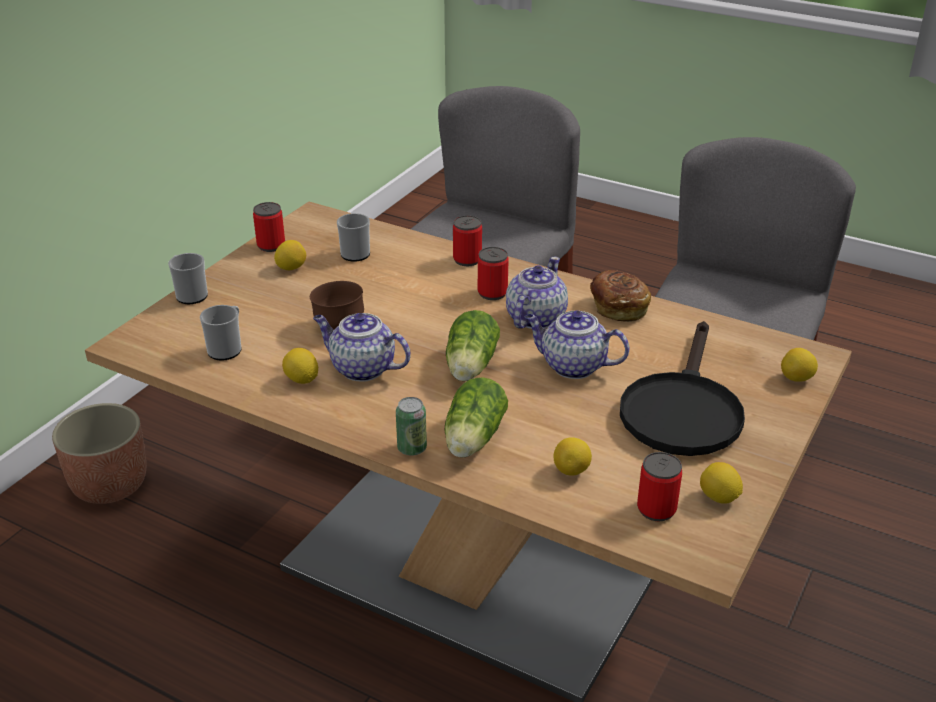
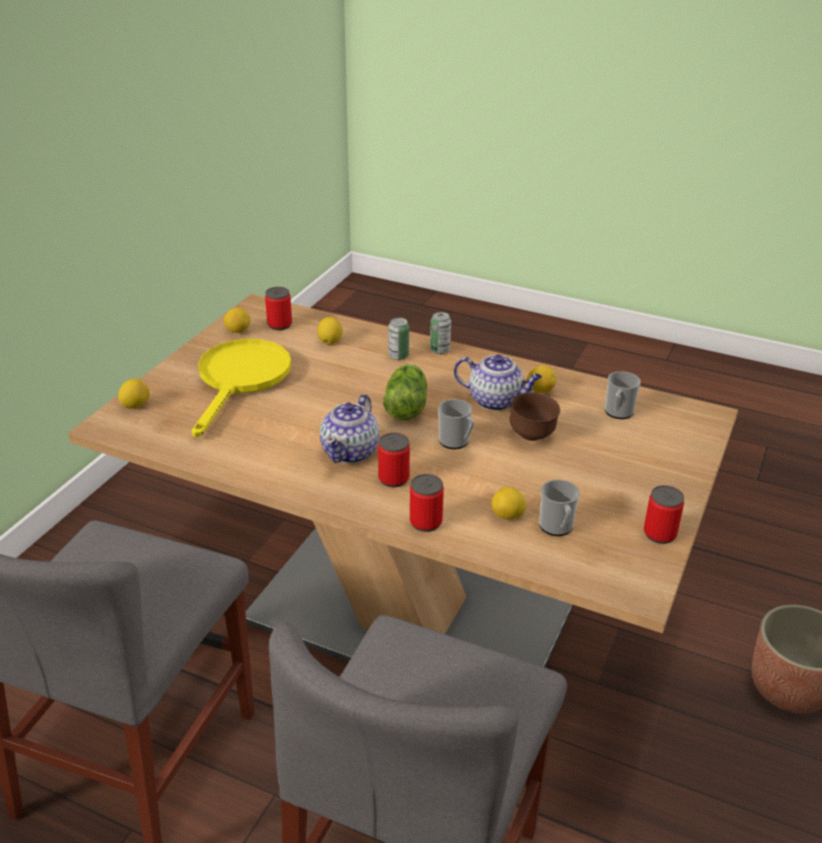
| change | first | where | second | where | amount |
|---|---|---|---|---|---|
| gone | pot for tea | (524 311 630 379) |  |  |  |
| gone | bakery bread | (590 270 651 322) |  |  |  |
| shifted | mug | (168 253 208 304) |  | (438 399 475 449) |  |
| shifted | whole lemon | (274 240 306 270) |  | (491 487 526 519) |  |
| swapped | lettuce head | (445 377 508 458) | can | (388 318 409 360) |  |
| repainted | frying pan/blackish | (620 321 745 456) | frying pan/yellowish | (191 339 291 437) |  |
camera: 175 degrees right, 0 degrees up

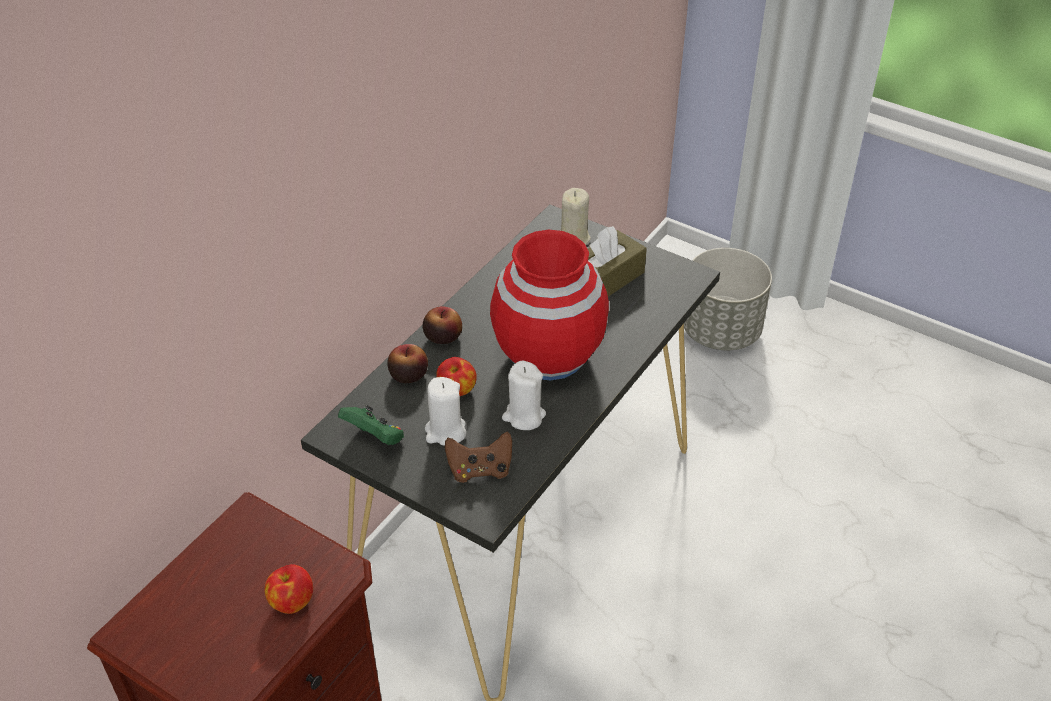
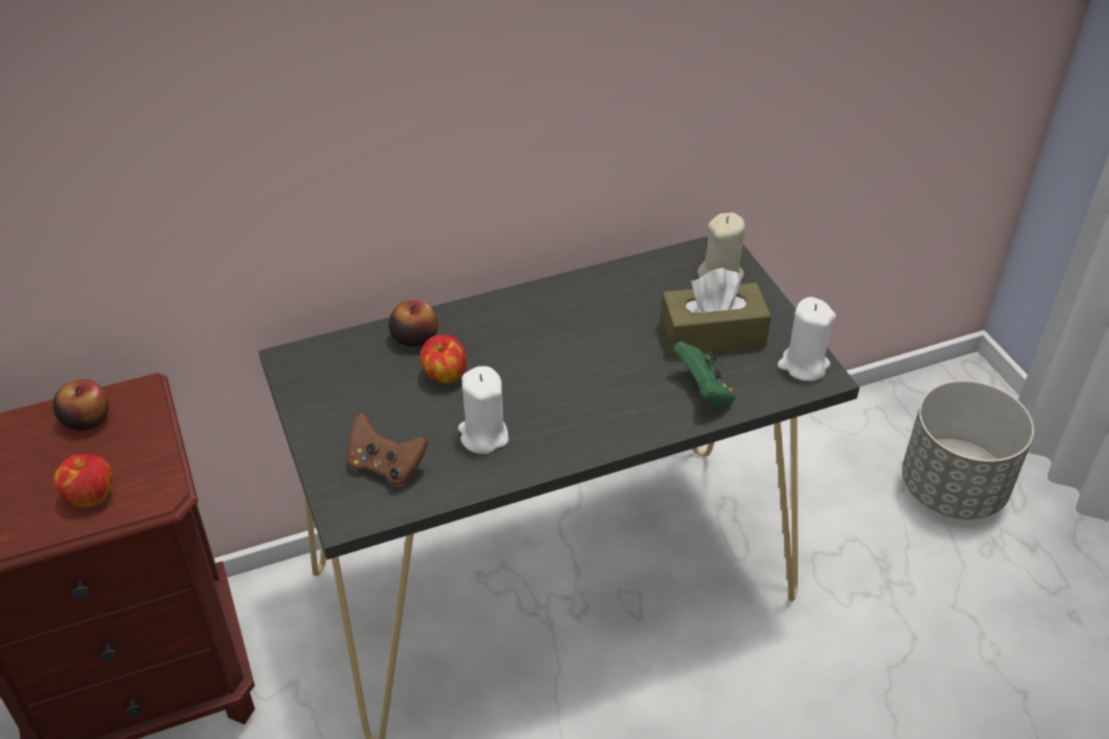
| change | first | where | second | where | amount |
|---|---|---|---|---|---|
| gone | vase/red | (490 230 609 381) |  |  |  |
| shifted | joypad/greenish | (338 405 404 445) |  | (673 341 735 407) |  |
| shifted | apple fruit | (423 306 462 344) |  | (53 379 109 431) |  |
| shifted | wax candle/white | (425 377 466 446) |  | (778 297 836 381) |  |
camera: 35 degrees right, 0 degrees up

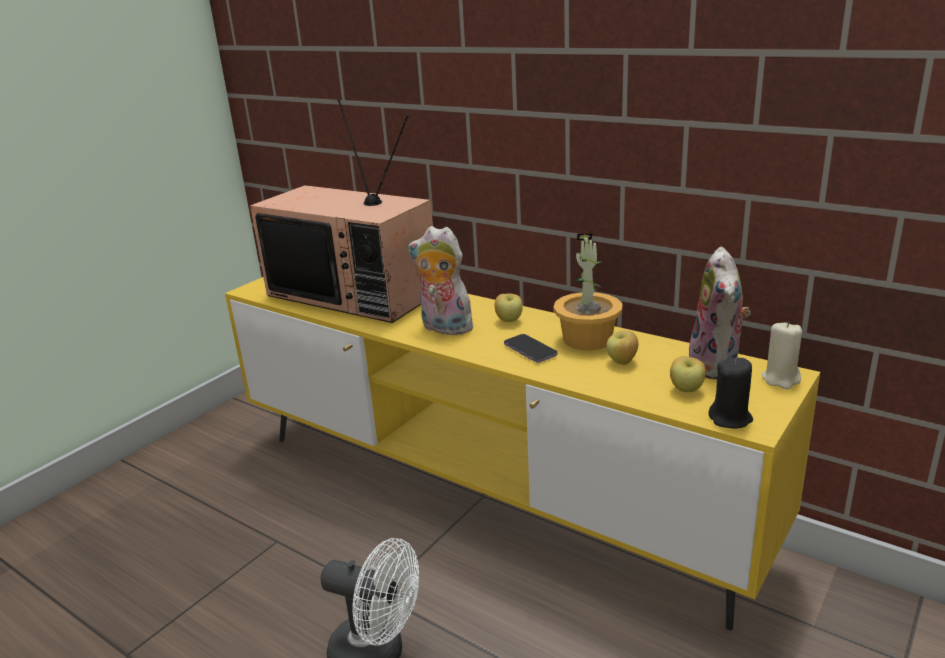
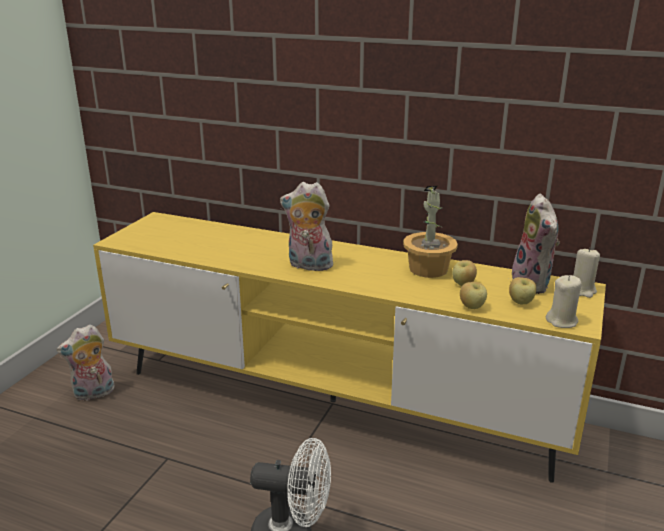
| change | first | where | second | where | amount |
|---|---|---|---|---|---|
| gone | TV | (250 99 433 323) |  |  |  |
| gone | handset | (504 334 558 363) |  |  |  |
| new |  |  | soft toy | (57 324 115 401) |  |
| shifted | apple fruit | (495 293 523 322) |  | (460 282 487 309) |  |
| repainted | wax candle/blackish | (708 357 753 428) | wax candle/beige | (546 275 581 328) |  |
camera: 15 degrees left, 0 degrees up

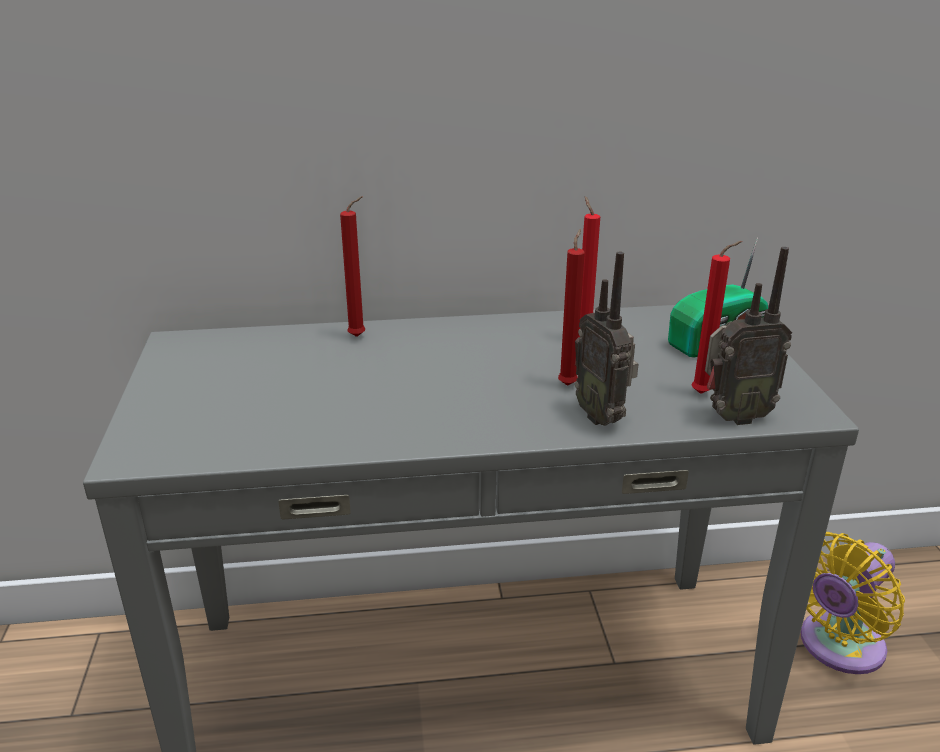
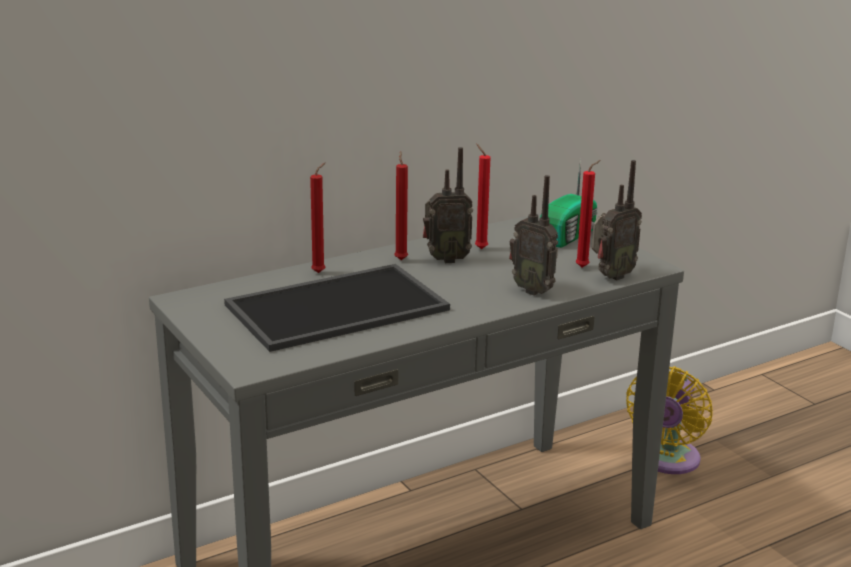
| change | first | where | second | where | amount |
|---|---|---|---|---|---|
| new |  |  | serving tray | (224 264 450 352) |  |
| new |  |  | radio | (423 147 473 263) |  |
| shifted | wax candle/red | (558 229 585 386) |  | (394 151 408 260) |  |
camera: 25 degrees left, 5 degrees down

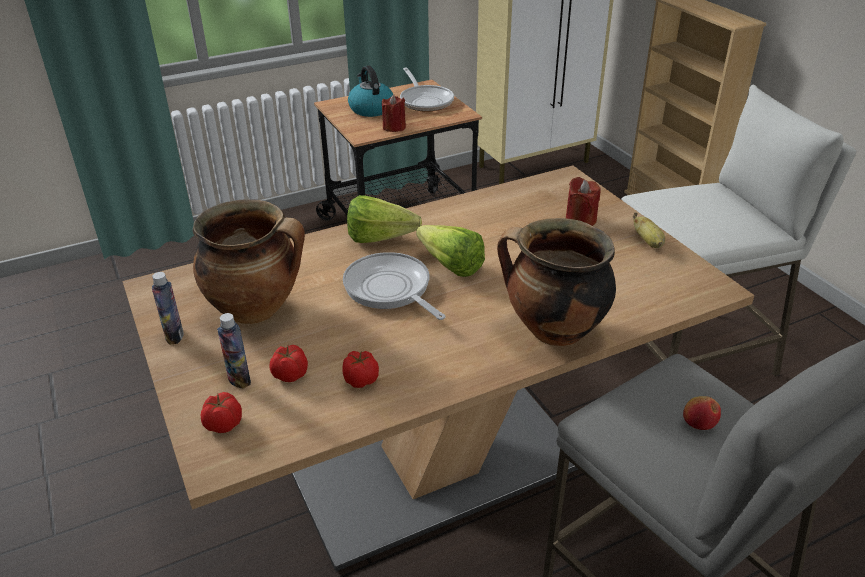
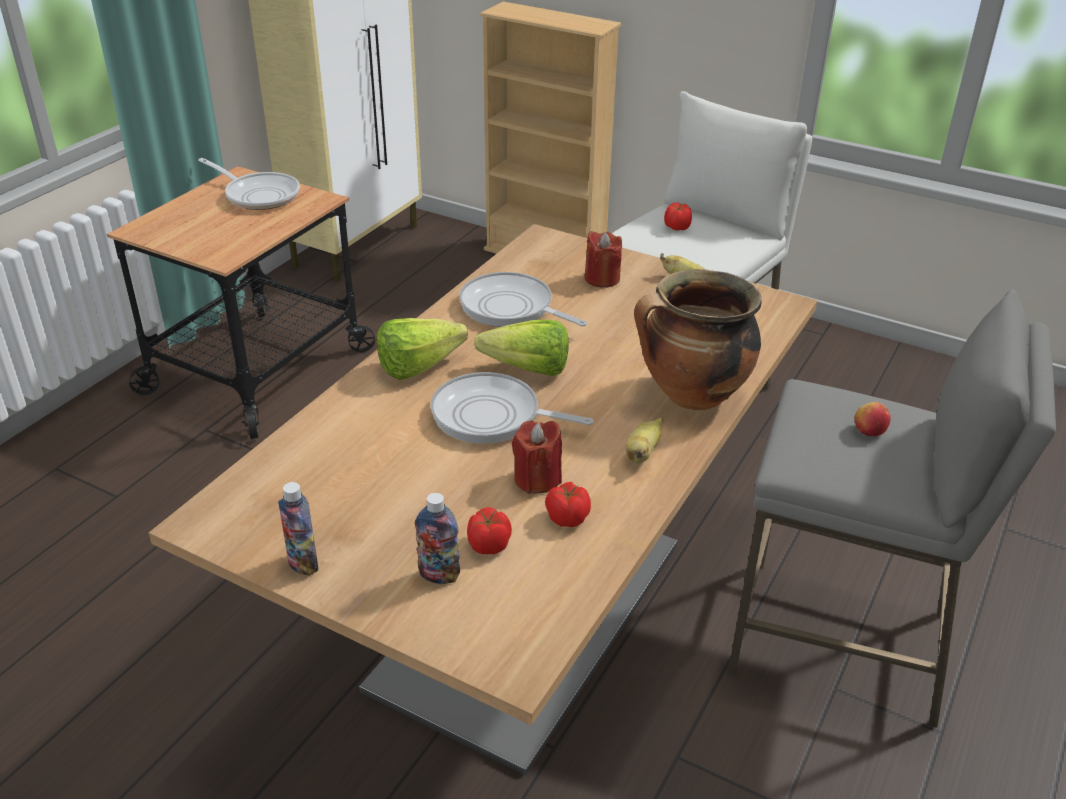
| change | first | where | second | where | amount |
|---|---|---|---|---|---|
| gone | cooking pot | (193 199 305 324) |  |  |  |
| gone | water kettle | (348 65 393 117) |  |  |  |
| new |  |  | frying pan | (459 272 587 327) |  |
| new |  |  | whole banana | (626 418 663 463) |  |
| shifted | fresh tomato | (200 392 242 433) |  | (664 202 692 231) |  |
| shifted | wax candle/red | (382 95 406 132) |  | (512 421 562 494) |  |
camera: 35 degrees left, 0 degrees up

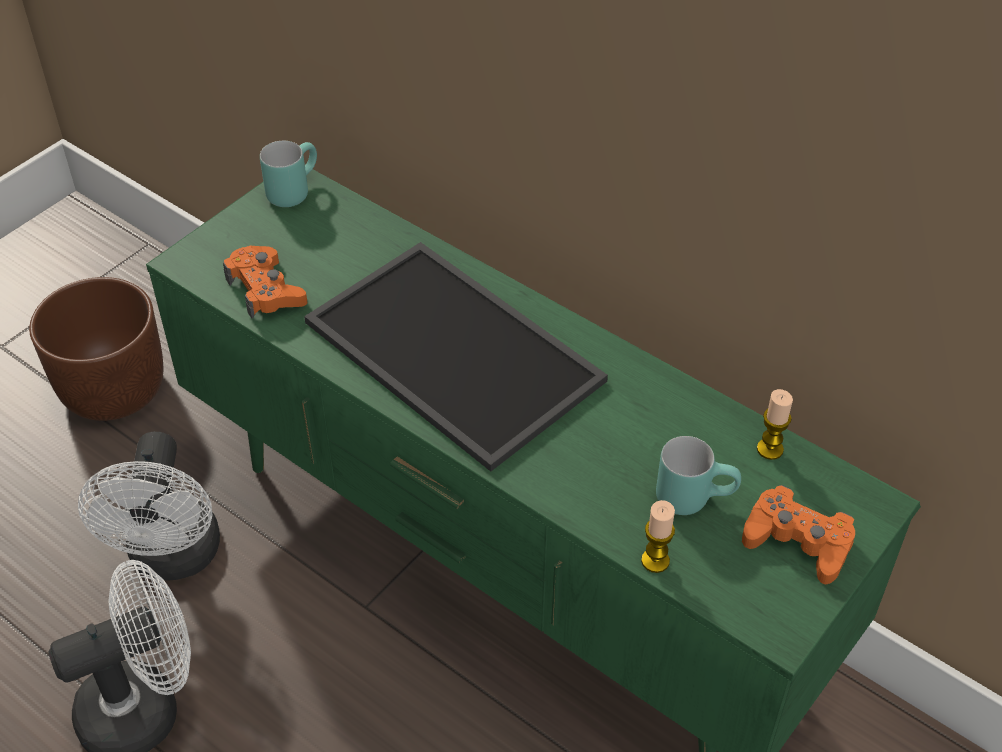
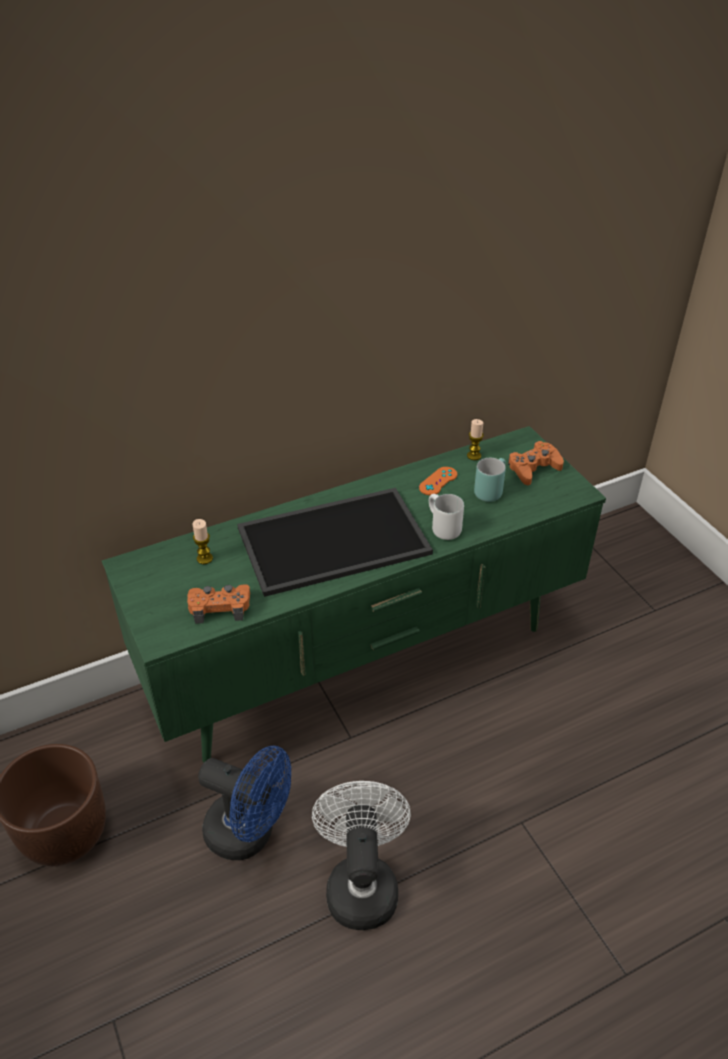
| change | first | where | second | where | amount |
|---|---|---|---|---|---|
| gone | mug/blue-green | (260 141 317 207) |  |  |  |
| new |  |  | joypad/orange-coloured | (419 467 457 495) |  |
| new |  |  | mug/white | (429 494 464 540) |  |
| shifted | wax candle | (641 500 675 573) |  | (192 519 213 564) |  |
| repainted | fan/white | (78 432 220 581) | fan/blue | (198 746 291 860) |  |
camera: 65 degrees left, 5 degrees down

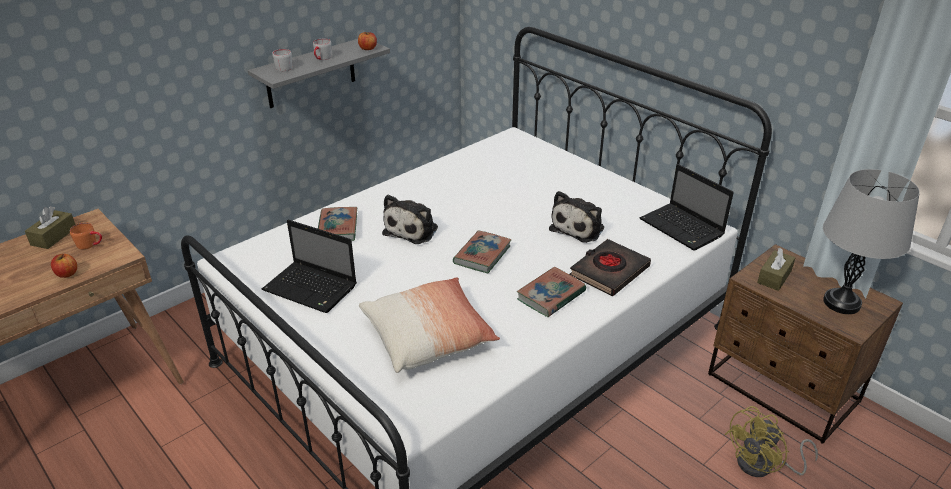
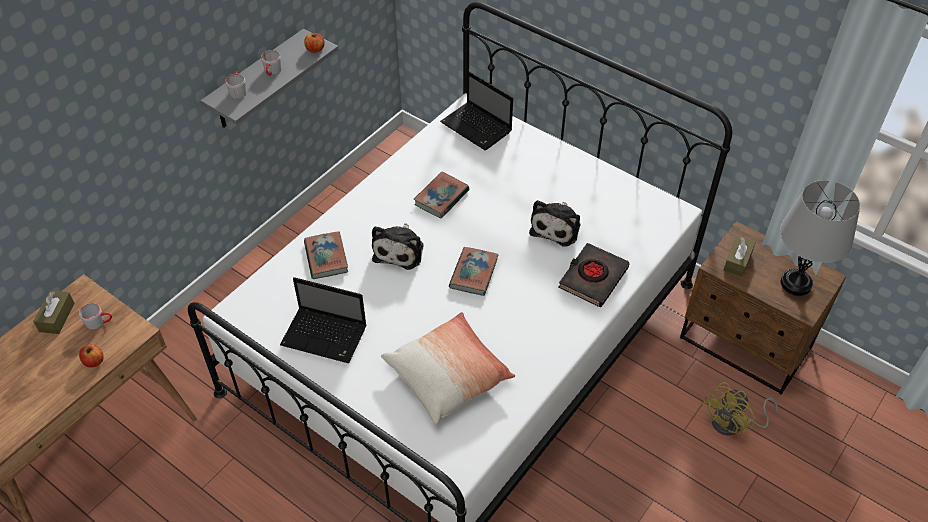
| change | first | where | second | where | amount |
|---|---|---|---|---|---|
| shifted | bound book | (517 267 586 317) |  | (414 171 469 218) |  |
| shifted | portable computer | (640 164 734 251) |  | (440 71 513 150) |  |
| repainted | mug/orange-coloured | (70 222 102 249) | mug/greyish | (79 303 112 330) |  |
camera: 10 degrees left, 15 degrees up

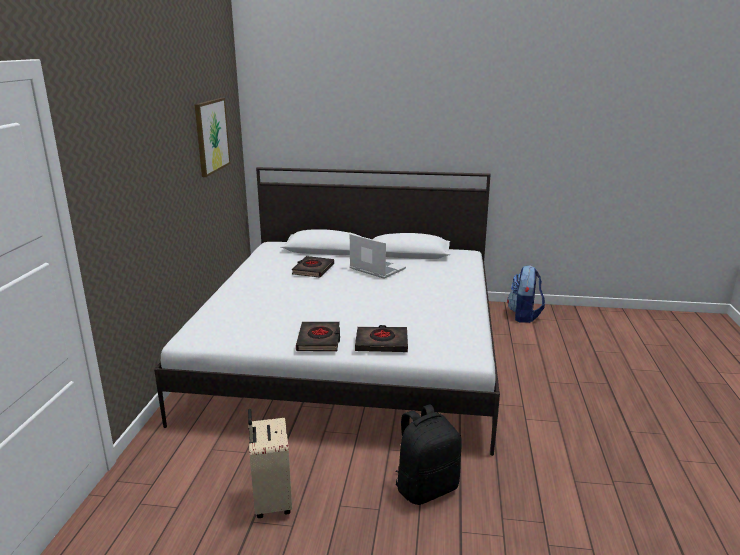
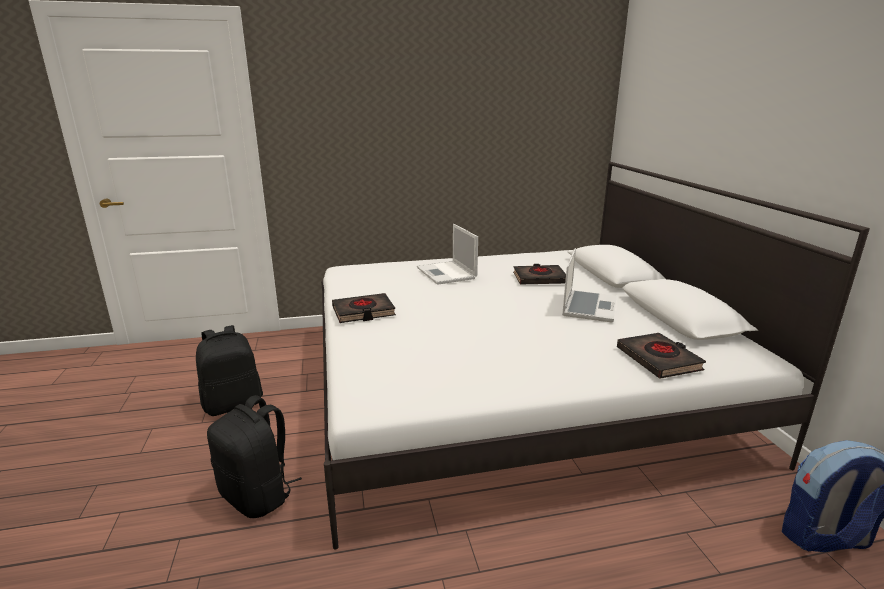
| change | first | where | second | where | amount |
|---|---|---|---|---|---|
| gone | wall picture | (195 98 231 177) |  |  |  |
| new |  |  | portable computer | (417 224 478 285) |  |
| shifted | bound book/blackish | (355 325 408 352) |  | (617 333 706 379) |  |
| swapped | piece of luggage/beige | (248 409 292 518) | knapsack/blackish | (196 325 263 416) |  |
camera: 70 degrees right, 0 degrees up

